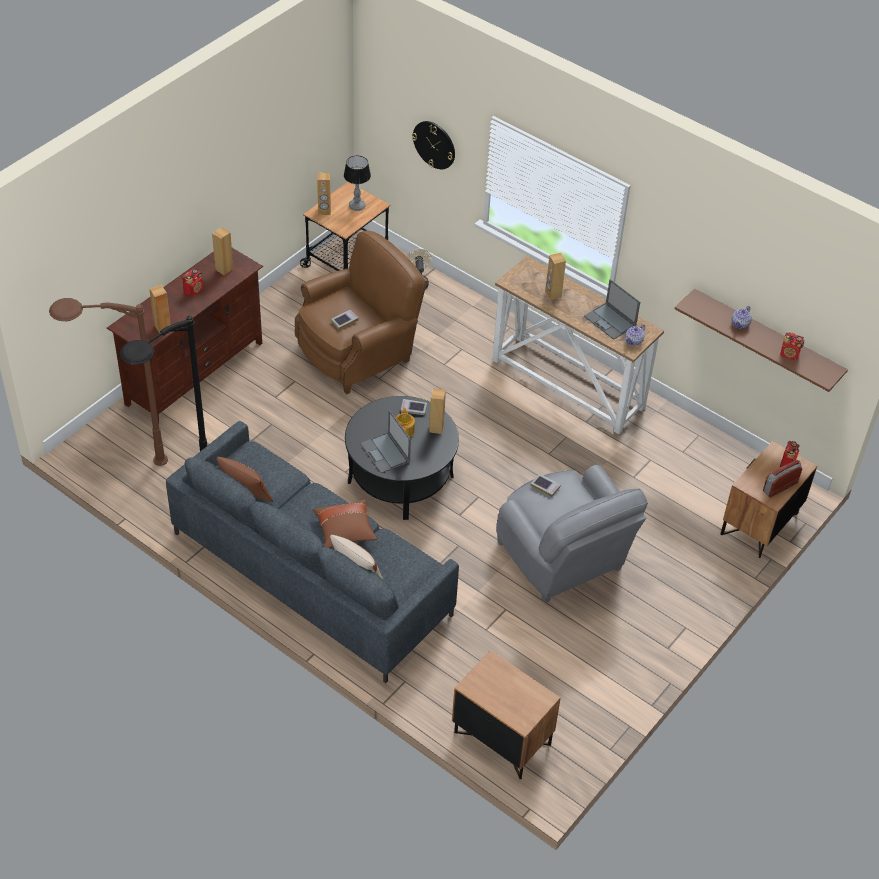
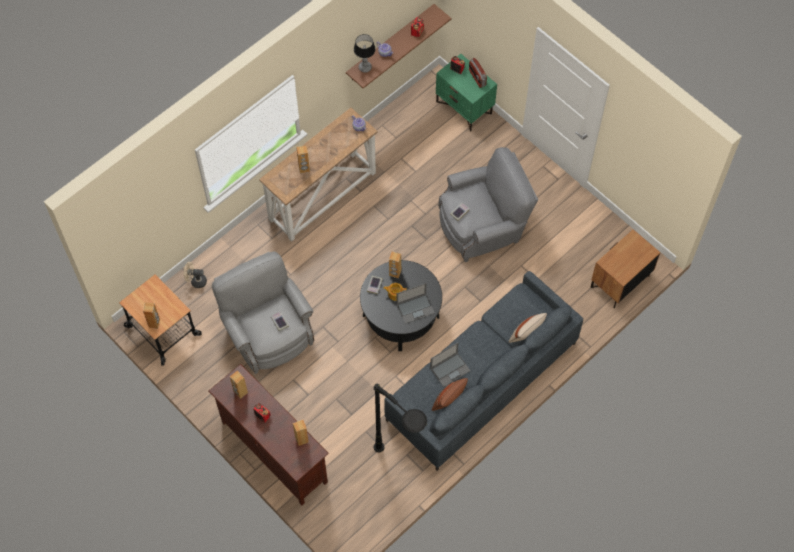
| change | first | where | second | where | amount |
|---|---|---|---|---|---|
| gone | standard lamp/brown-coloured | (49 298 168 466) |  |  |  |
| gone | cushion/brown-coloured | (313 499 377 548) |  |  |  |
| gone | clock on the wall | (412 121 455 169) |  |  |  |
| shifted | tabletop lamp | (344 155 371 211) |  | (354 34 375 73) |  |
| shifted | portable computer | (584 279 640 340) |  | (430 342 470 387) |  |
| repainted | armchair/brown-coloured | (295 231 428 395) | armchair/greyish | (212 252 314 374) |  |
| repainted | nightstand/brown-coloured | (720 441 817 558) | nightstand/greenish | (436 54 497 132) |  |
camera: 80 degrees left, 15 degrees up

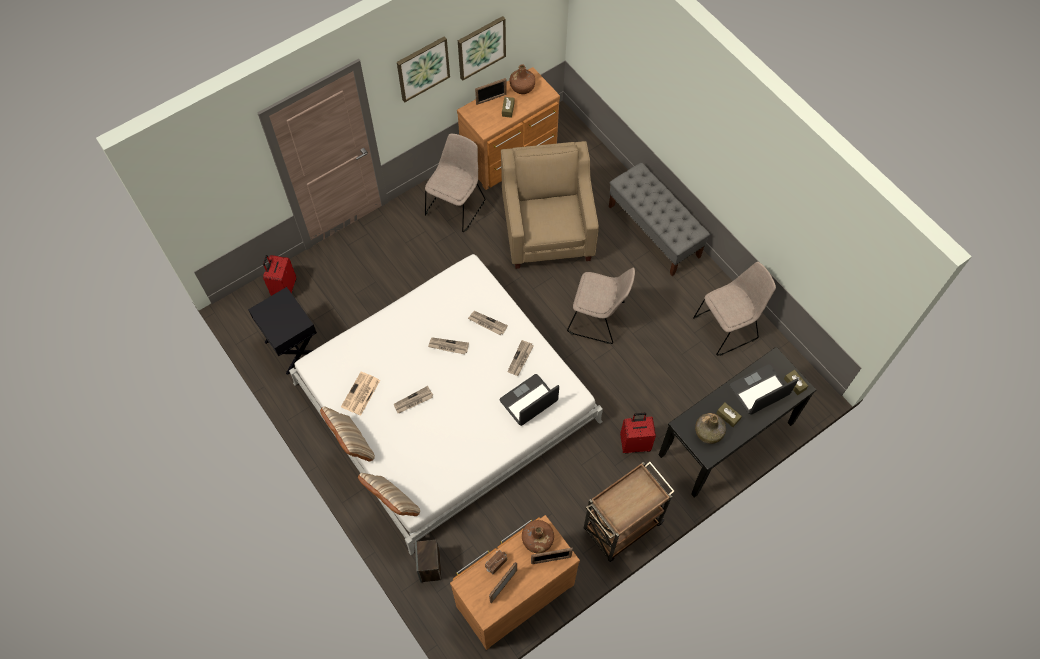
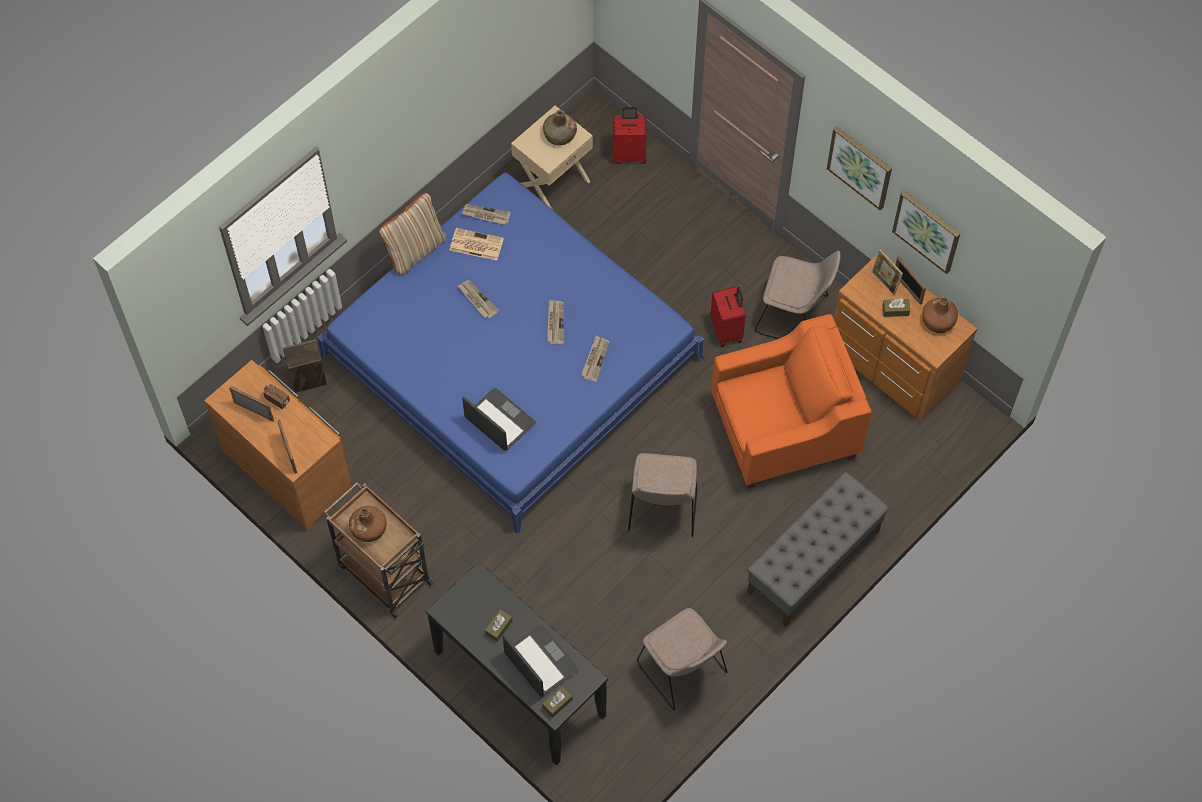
| change | first | where | second | where | amount |
|---|---|---|---|---|---|
| gone | cushion/beige | (358 473 420 516) |  |  |  |
| new |  |  | picture frame | (872 249 903 296) |  |
| shifted | newspaper | (507 340 533 376) |  | (462 204 511 225) |  |
| shifted | drink bottle/brown-coloured | (522 520 554 553) |  | (349 506 387 542) |  |
| shifted | piece of luggage/red | (620 413 656 454) |  | (710 286 746 347) |  |
| shifted | drink bottle/greenish | (695 413 726 444) |  | (543 110 577 145) |  |
| repainted | nightstand/blackish | (248 287 317 375) | nightstand/beige | (511 106 593 210) |  |
| repainted | sleeping bed/white | (289 254 603 555) | sleeping bed/blue | (317 172 705 534) |  |
| repainted | armchair/beige | (501 141 599 269) | armchair/orange-coloured | (711 314 872 489) |  |
camera: 80 degrees right, 0 degrees up

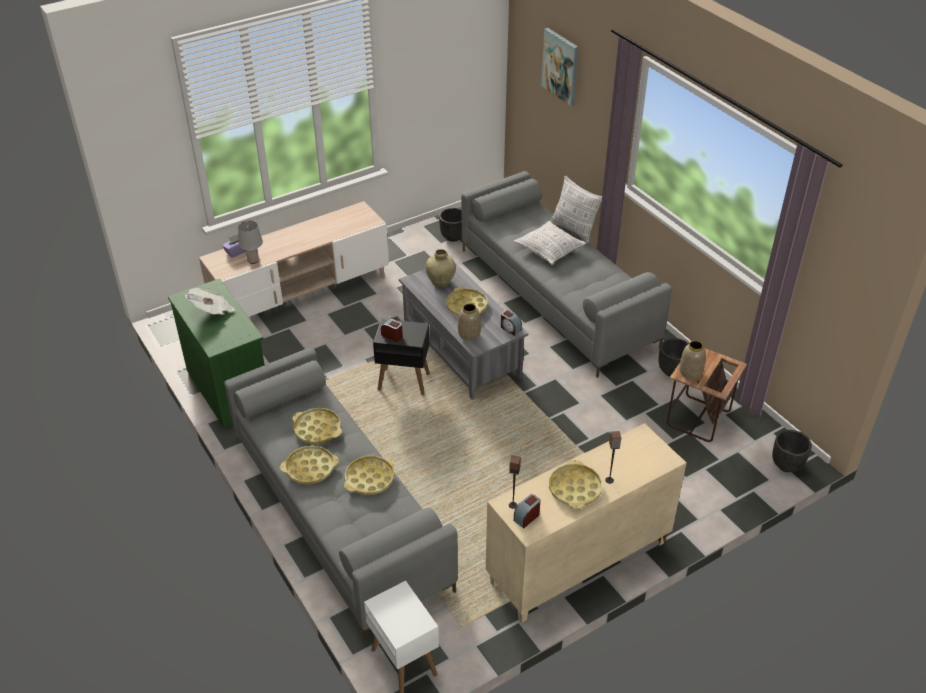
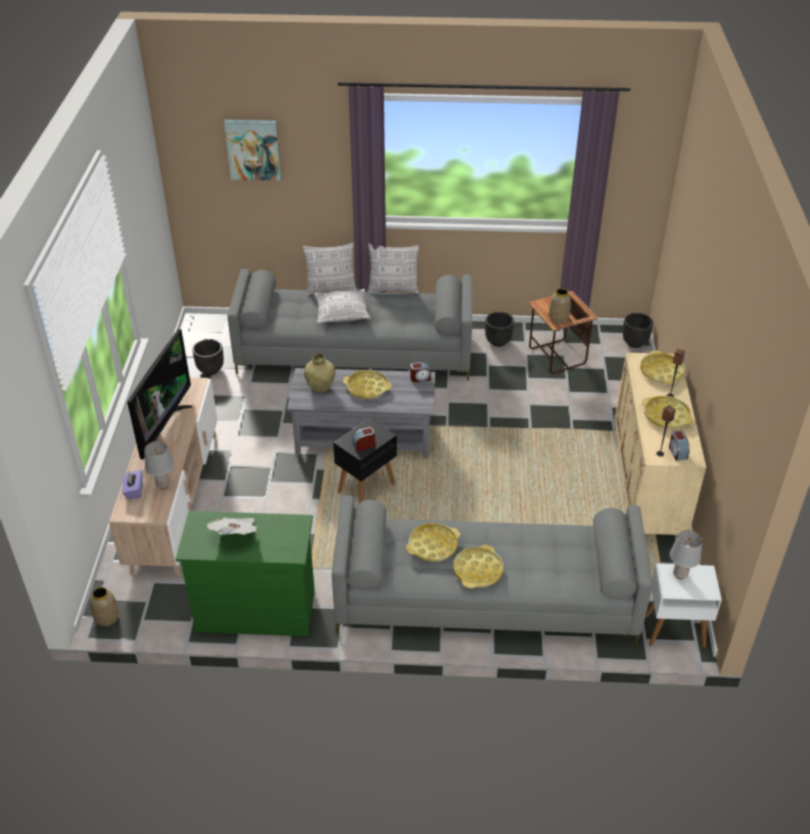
| change | first | where | second | where | amount |
|---|---|---|---|---|---|
| new |  |  | TV | (127 329 192 459) |  |
| new |  |  | cushion | (368 244 419 294) |  |
| new |  |  | tabletop lamp/greyish | (670 530 702 579) |  |
| shifted | serving tray/yellowish | (344 456 394 495) |  | (640 350 685 384) |  |
| shifted | vase | (458 303 481 341) |  | (90 587 119 626) |  |
camera: 55 degrees left, 0 degrees up

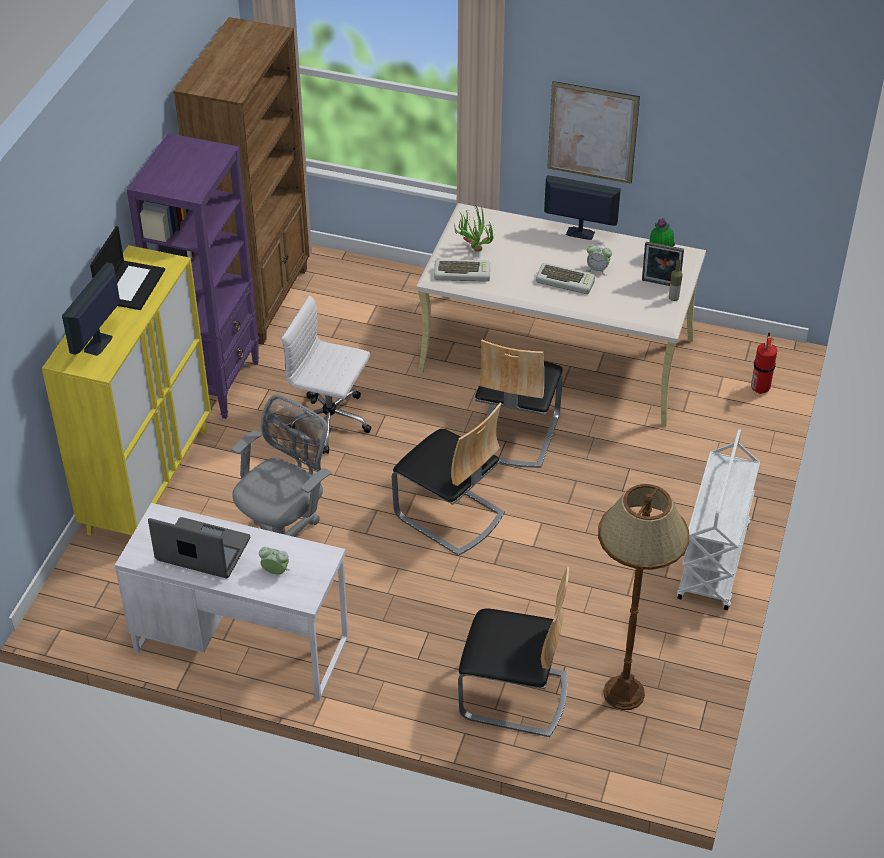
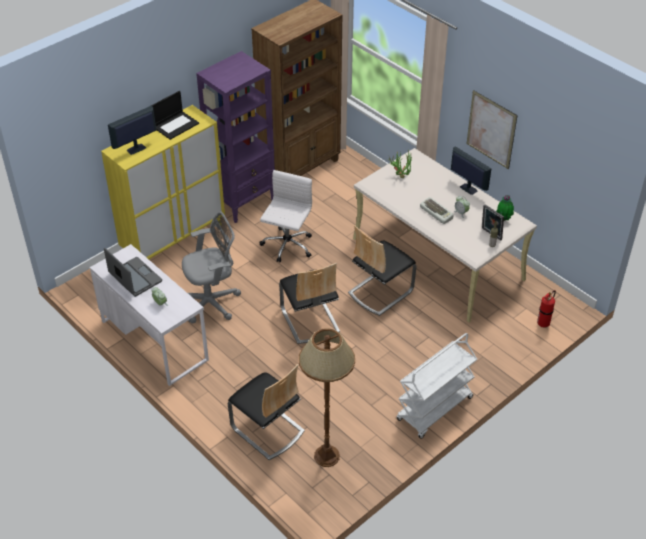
| change | first | where | second | where | amount |
|---|---|---|---|---|---|
| gone | keyboard | (434 259 490 282) |  |  |  |
| rotated | computer chair/white | (281 296 371 454) |  | (259 170 312 262) | 60 degrees clockwise |
camera: 30 degrees right, 0 degrees up

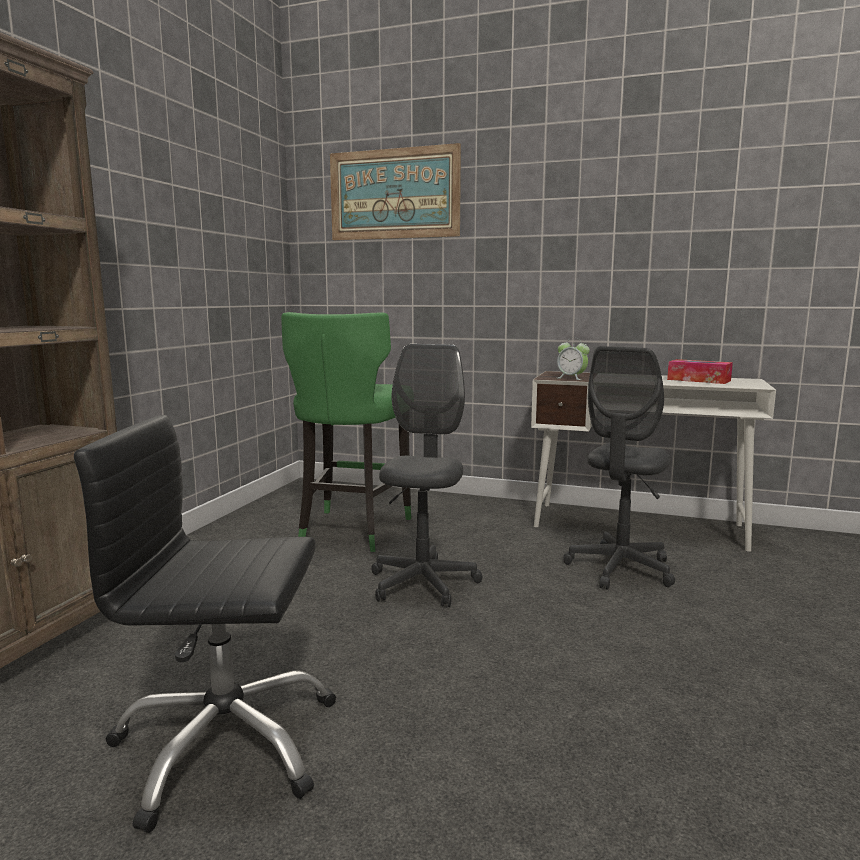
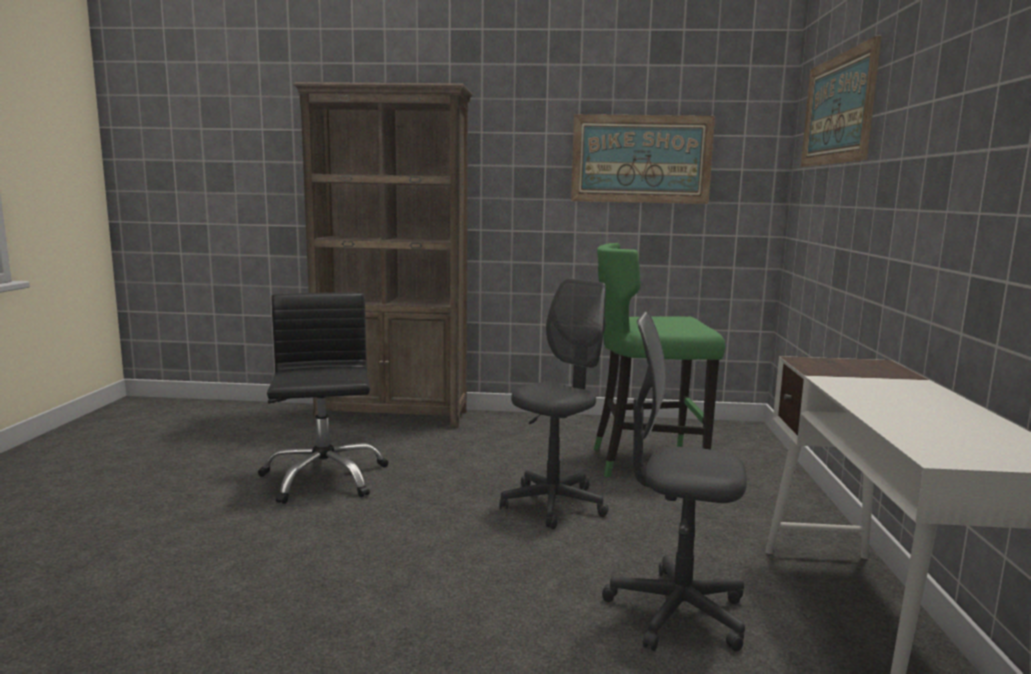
| change | first | where | second | where | amount |
|---|---|---|---|---|---|
| gone | table clock | (557 338 590 380) |  |  |  |
| gone | tissue box | (667 359 733 384) |  |  |  |
| new |  |  | wall picture | (571 114 715 204) |  |
| rotated | computer chair/greyish | (371 344 482 607) |  | (499 278 609 529) | 45 degrees counterclockwise |
camera: 75 degrees right, 0 degrees up

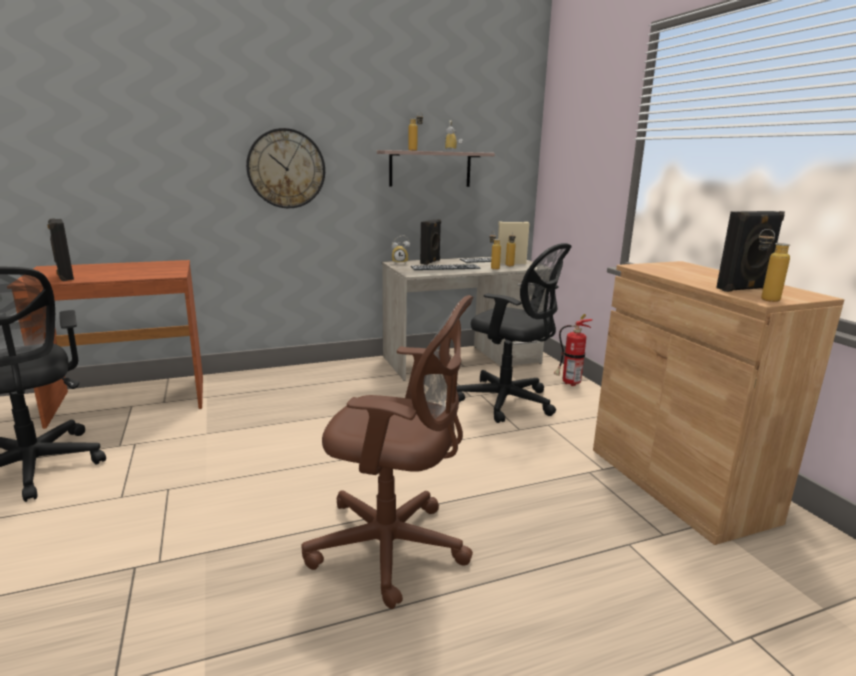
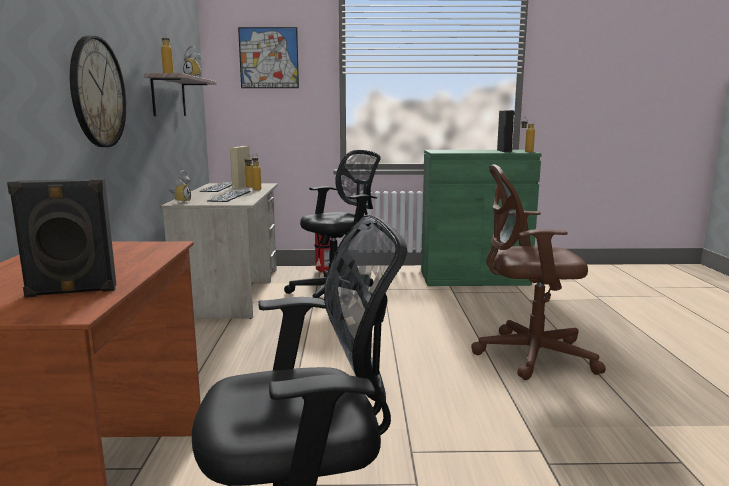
| change | first | where | second | where | amount |
|---|---|---|---|---|---|
| gone | speaker/blackish | (420 219 441 265) |  |  |  |
| new |  |  | wall picture | (238 27 299 88) |  |
| repainted | storage cabinet/brown-coloured | (593 261 845 545) | storage cabinet/greenish | (421 150 542 286) |  |
| rotated | computer chair/brown-coloured | (301 295 473 609) |  | (471 164 606 380) | 120 degrees counterclockwise |
camera: 70 degrees left, 5 degrees down

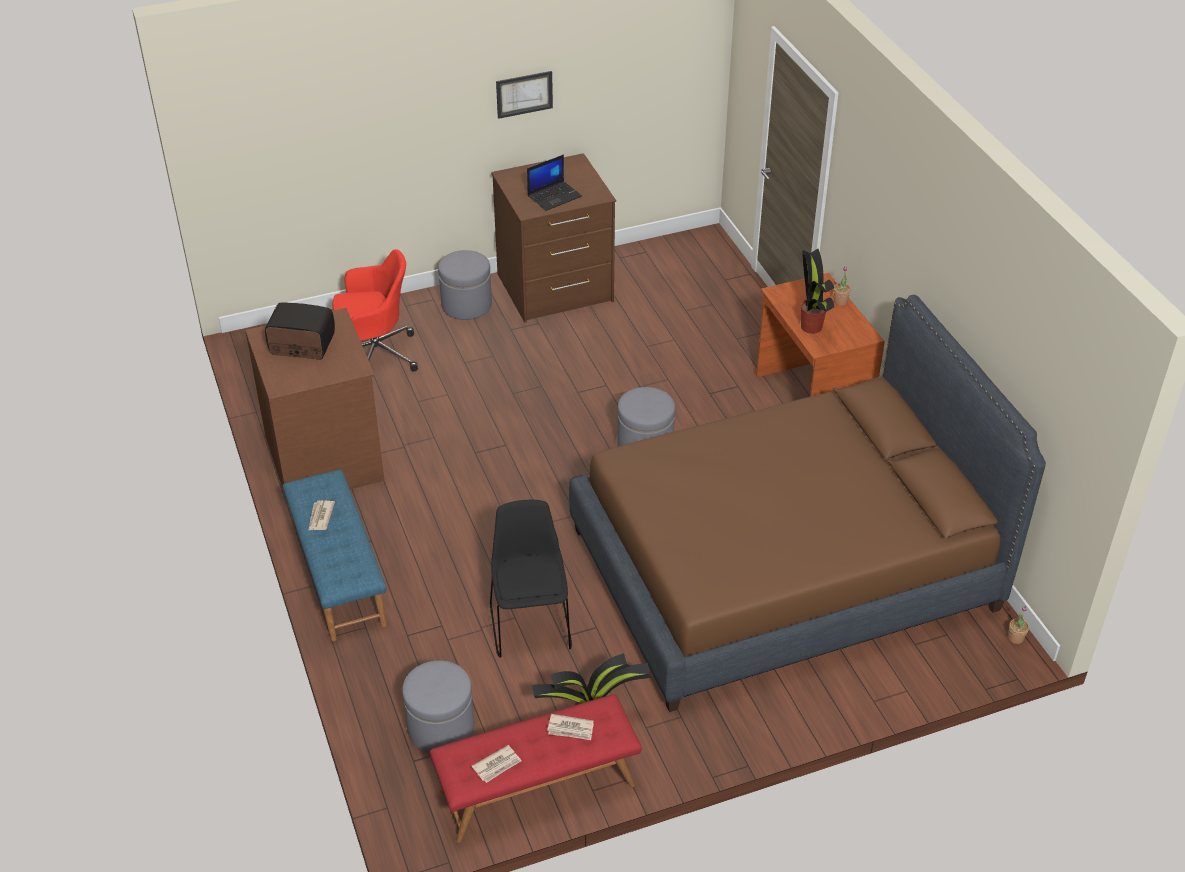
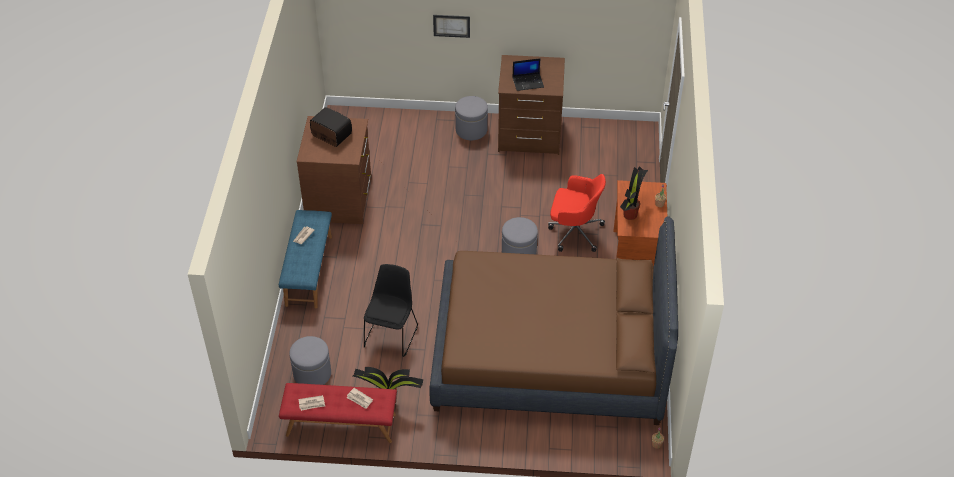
| change | first | where | second | where | amount |
|---|---|---|---|---|---|
| shifted | computer chair/red | (332 249 418 372) |  | (548 174 606 252) |  |
| shifted | wall picture | (496 71 553 119) |  | (433 15 470 38) |  |
camera: 25 degrees right, 5 degrees up

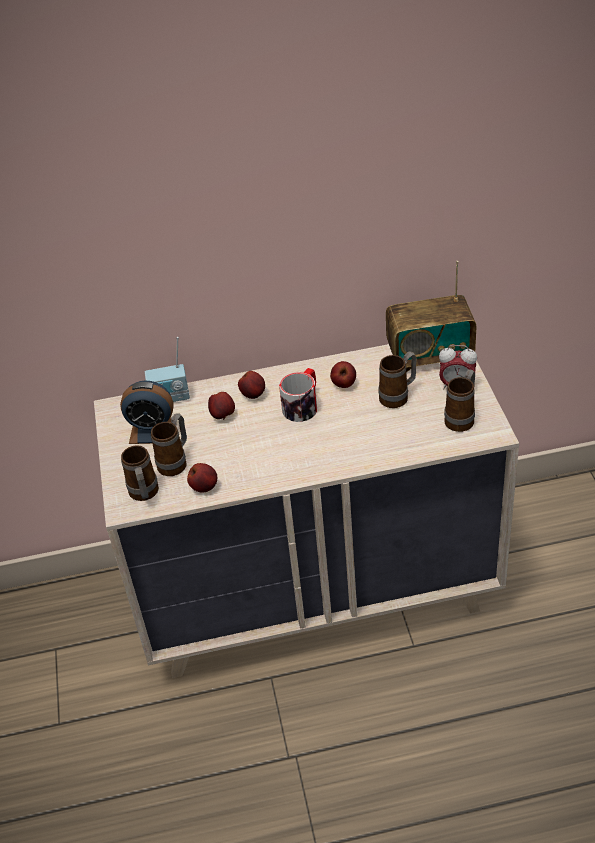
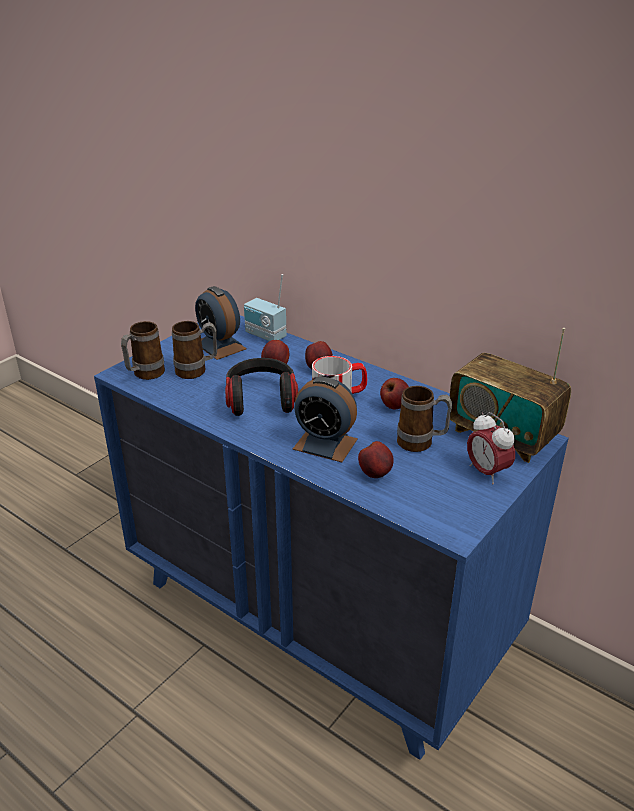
| change | first | where | second | where | amount |
|---|---|---|---|---|---|
| gone | mug | (444 370 475 432) |  |  |  |
| new |  |  | headphones | (225 358 298 416) |  |
| new |  |  | table clock | (293 377 358 462) |  |
| shifted | apple fruit | (187 463 217 492) |  | (358 441 394 478) |  |
| repainted | chest of drawers/beige | (94 344 519 678) | chest of drawers/blue | (94 315 569 760) |  |
camera: 45 degrees right, 10 degrees down

